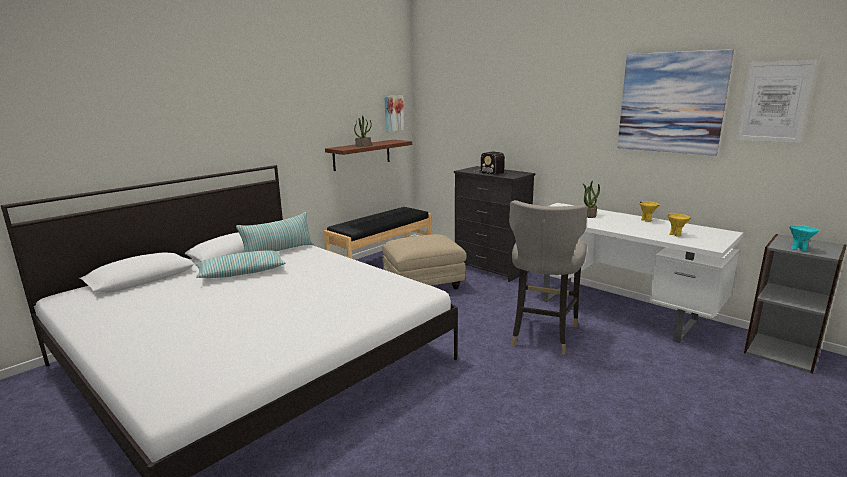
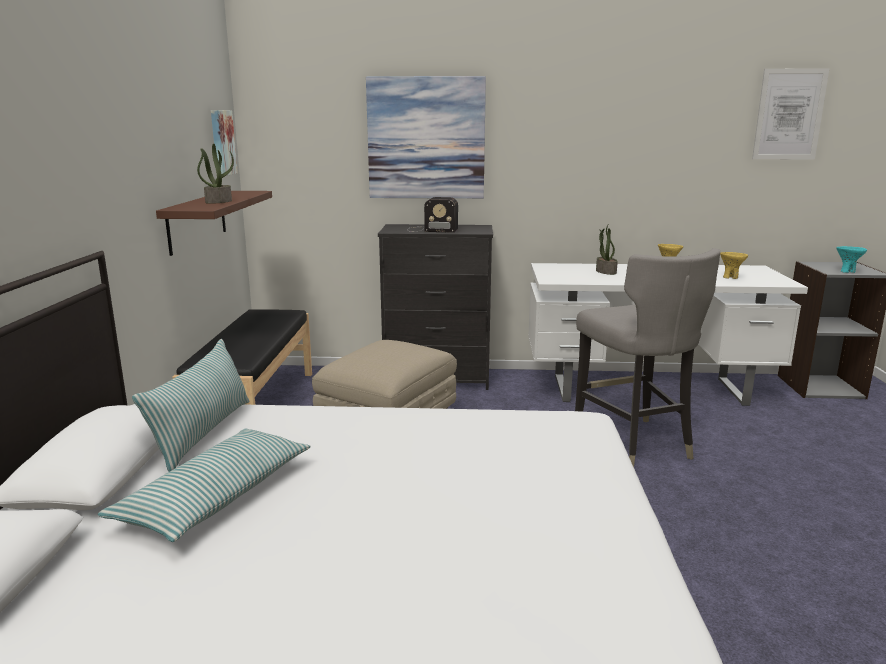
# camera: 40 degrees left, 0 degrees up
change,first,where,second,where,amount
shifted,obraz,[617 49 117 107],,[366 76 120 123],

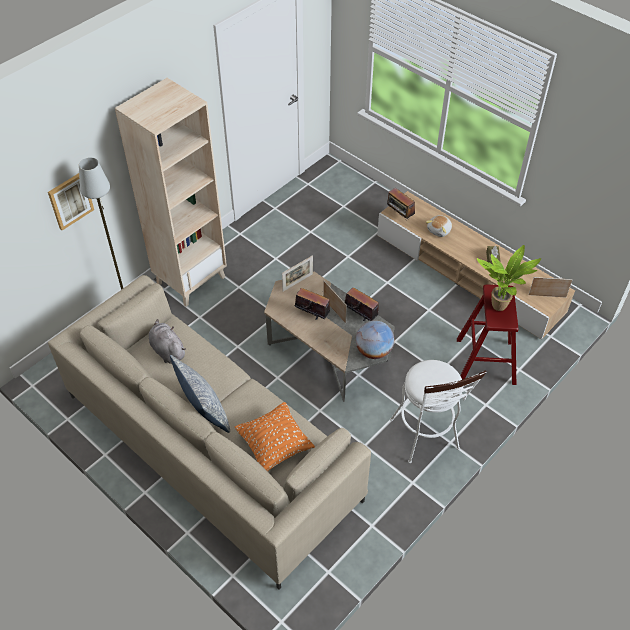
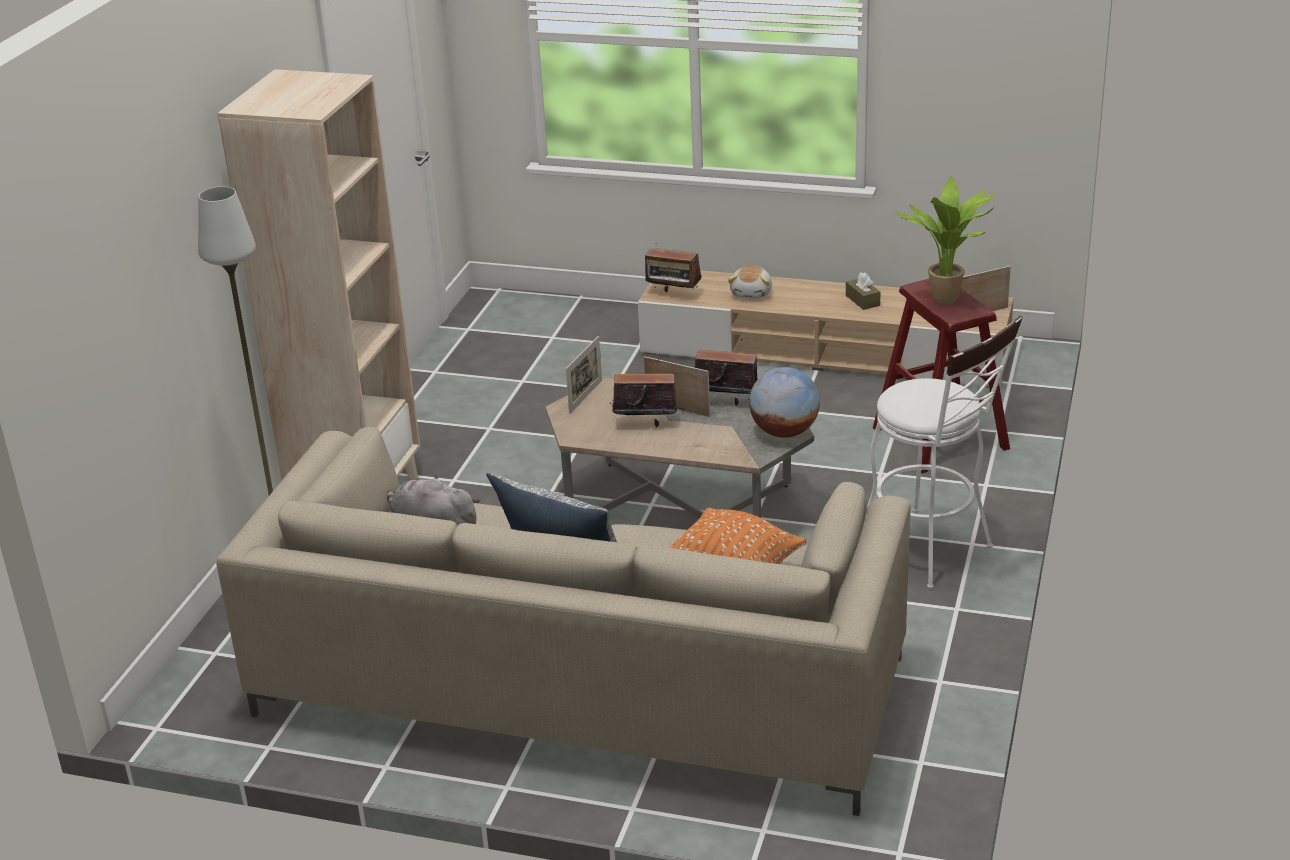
# camera: 25 degrees left, 20 degrees down
change,first,where,second,where,amount
gone,obraz,[48 173 46 57],,,

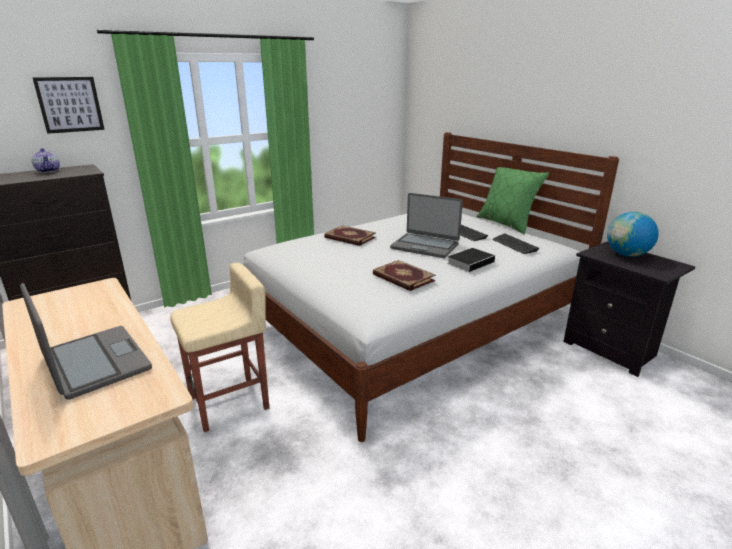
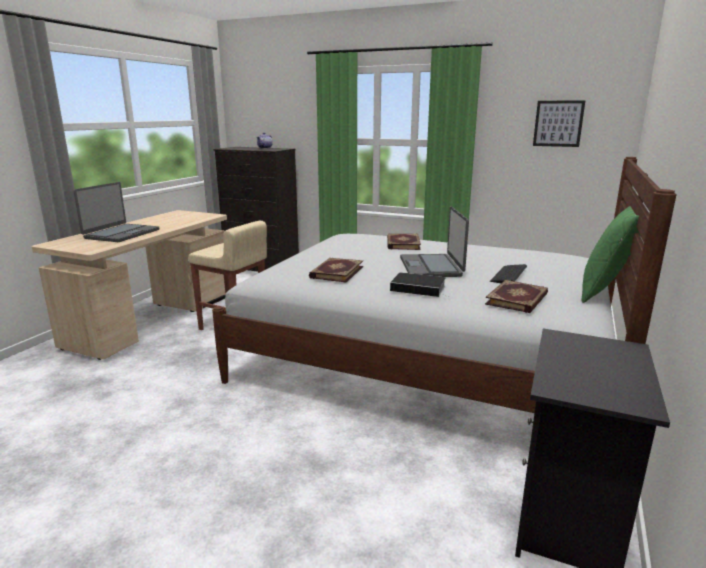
# camera: 60 degrees right, 5 degrees down
change,first,where,second,where,amount
shifted,obraz,[33 77 72 57],,[533 100 53 47],
gone,globus,[607 212 52 45],,,
swapped,klawiatura,[492 233 47 21],książka,[485 280 63 33],

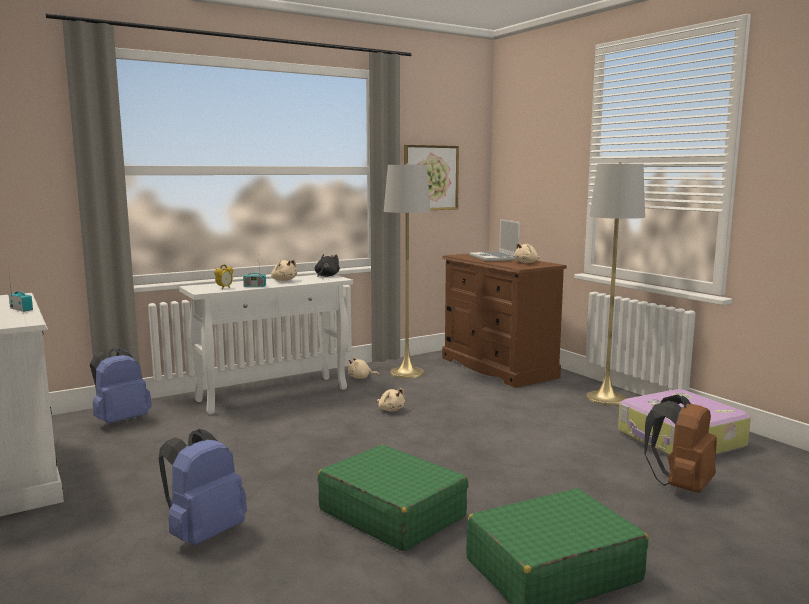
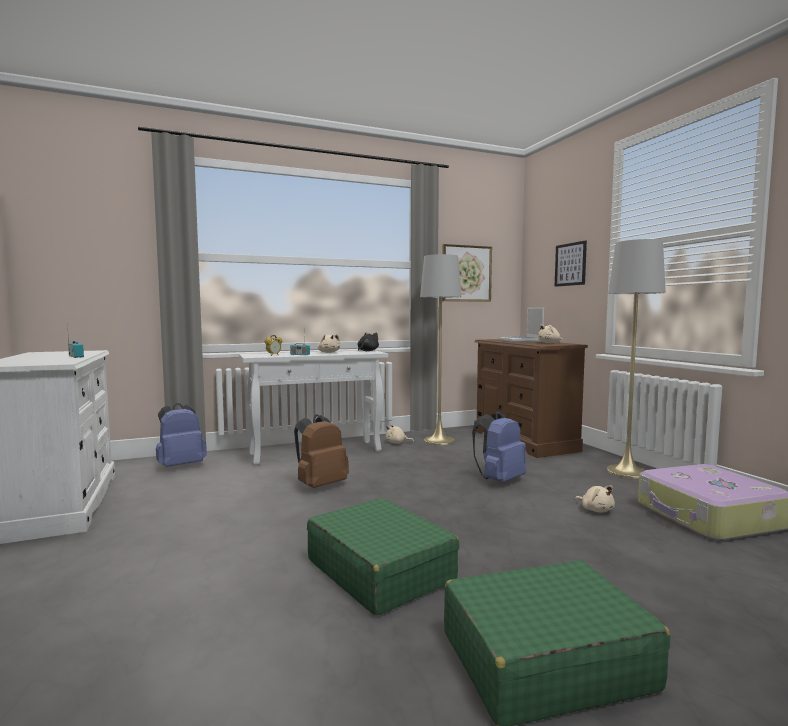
# camera: 10 degrees right, 5 degrees down
change,first,where,second,where,amount
shifted,pluszak/beżowy,[377 388 28 23],,[575 486 40 26],
shifted,plecak/brązowy,[644 395 73 98],,[294 414 55 74],
shifted,plecak/niebieski,[159 429 88 117],,[472 411 54 71],
new,,,obraz,[555 240 32 47],

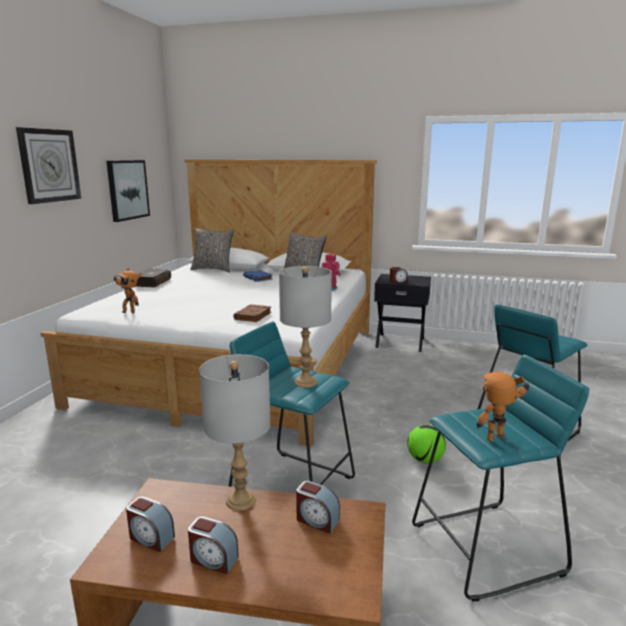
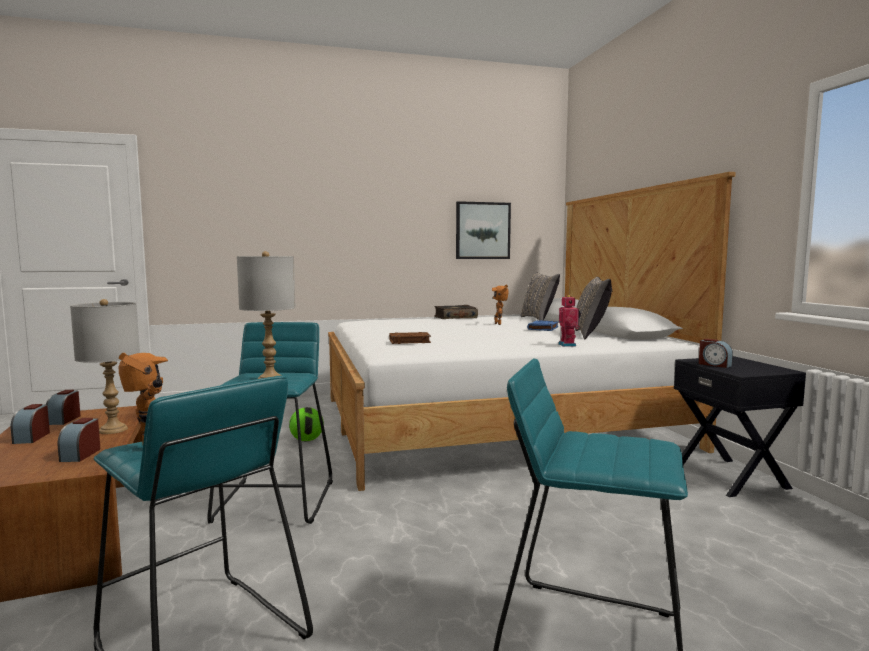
# camera: 60 degrees right, 10 degrees down
change,first,where,second,where,amount
gone,zegar ścienny,[16 127 65 77],,,
shifted,robot zabawkowy,[113 268 29 45],,[492 285 17 40],
shifted,piłka futbolowa,[407 425 39 39],,[289 407 35 34],

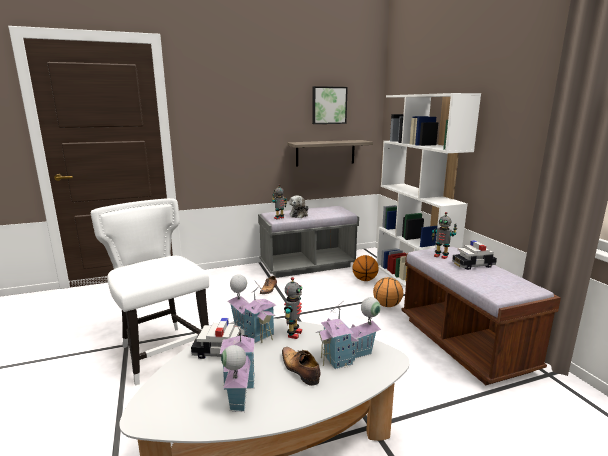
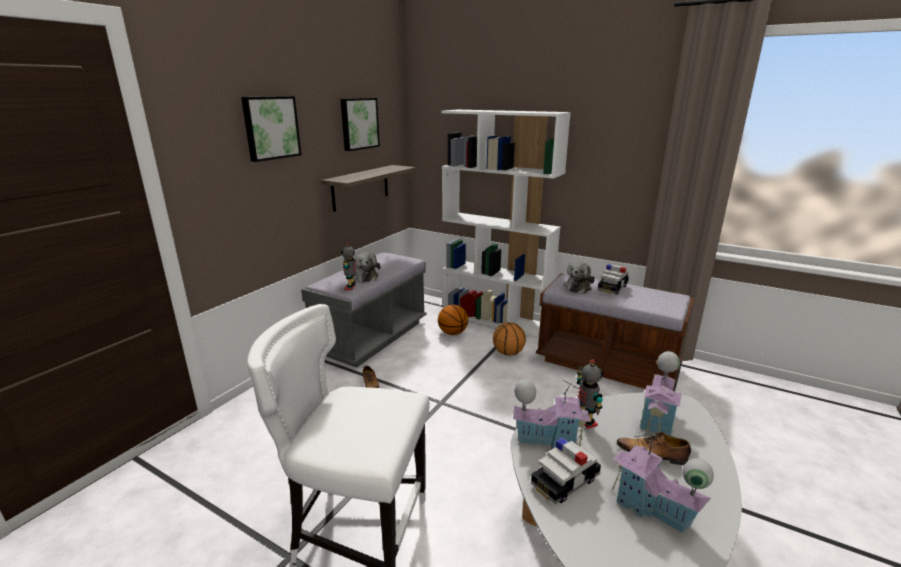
# camera: 40 degrees left, 5 degrees up
change,first,where,second,where,amount
swapped,robot zabawkowy,[431 212 26 47],pluszak,[564 261 31 33],
new,,,obraz,[241 96 60 66],

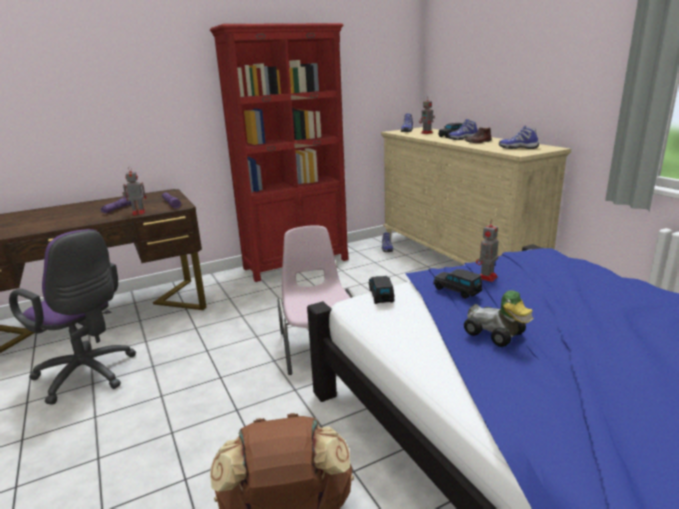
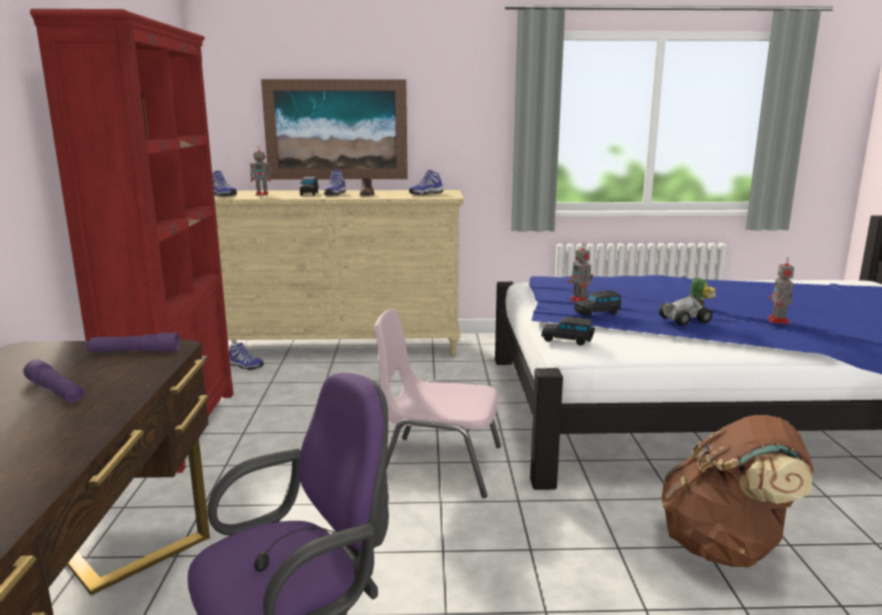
# camera: 65 degrees left, 5 degrees down
change,first,where,second,where,amount
shifted,robot zabawkowy,[122 167 24 48],,[767 258 27 66],
new,,,obraz,[261 79 147 101],

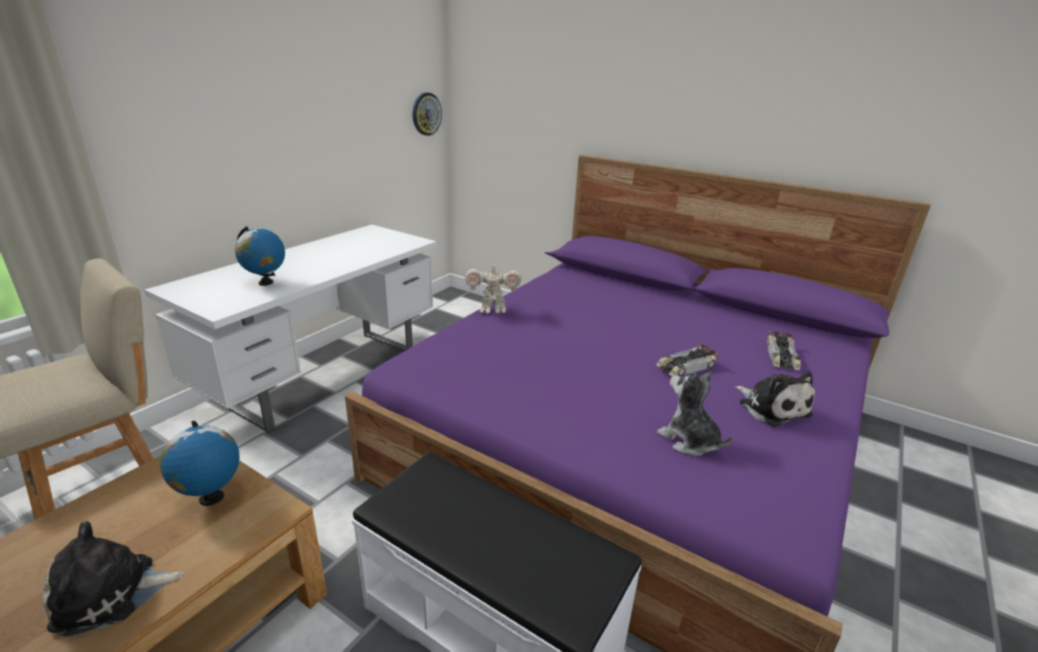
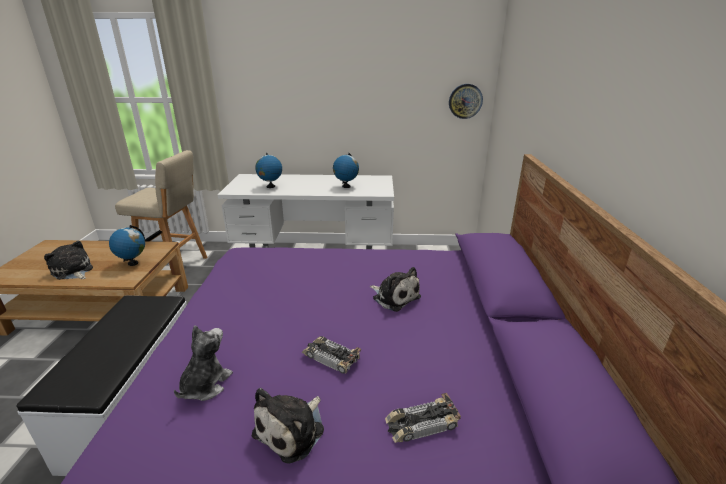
# camera: 60 degrees right, 0 degrees up
change,first,where,second,where,amount
gone,robot zabawkowy,[465 260 57 53],,,
new,,,globus,[333 153 26 35],
new,,,pluszak,[370 267 51 45],

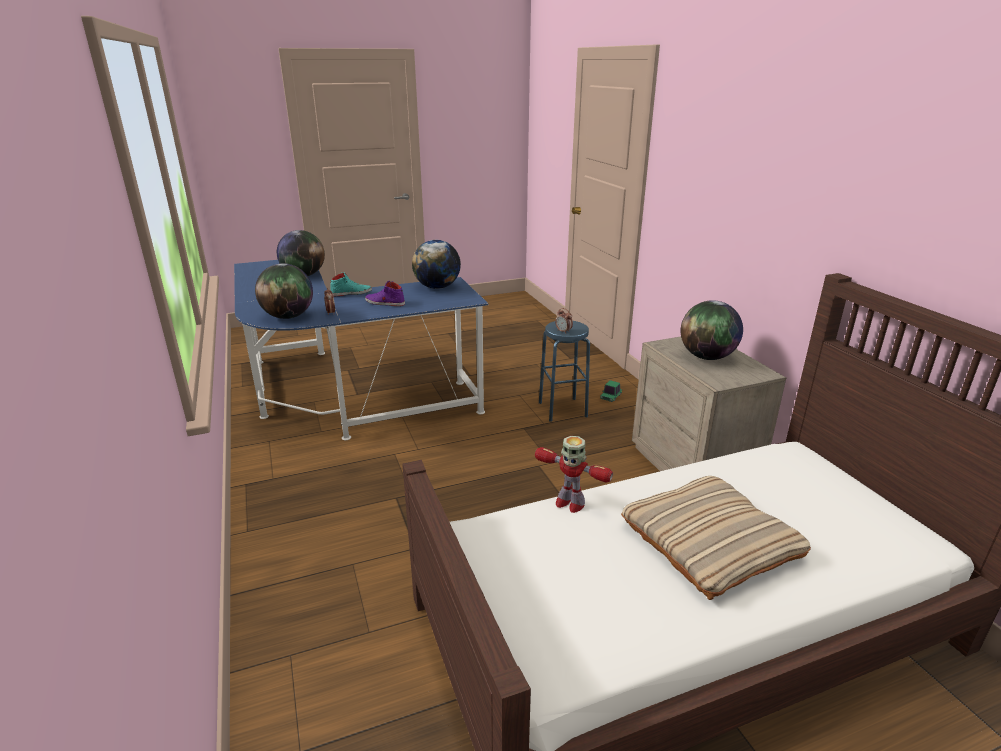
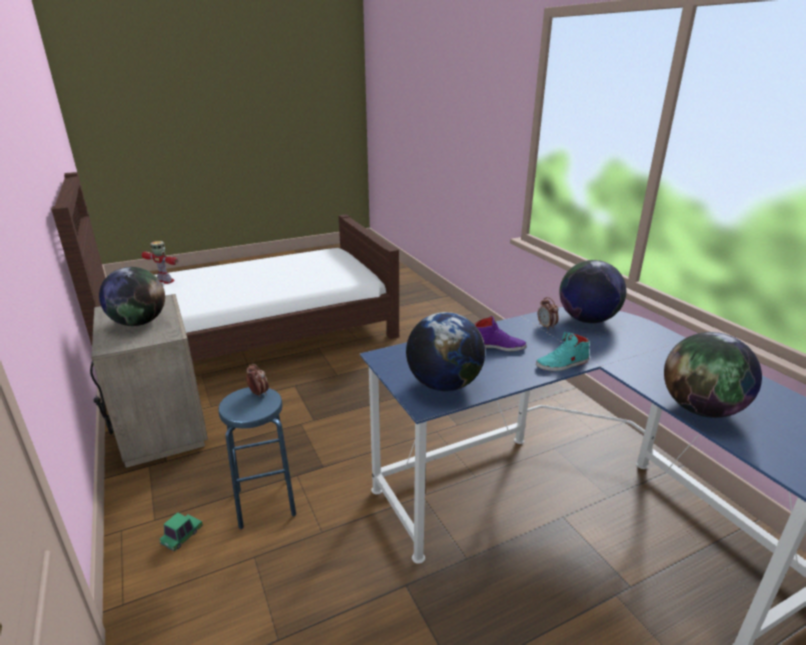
# camera: 175 degrees right, 0 degrees up
change,first,where,second,where,amount
shifted,robot zabawkowy,[535 436 78 77],,[141 241 37 43],
gone,poduszka/beżowy,[621 476 190 124],,,

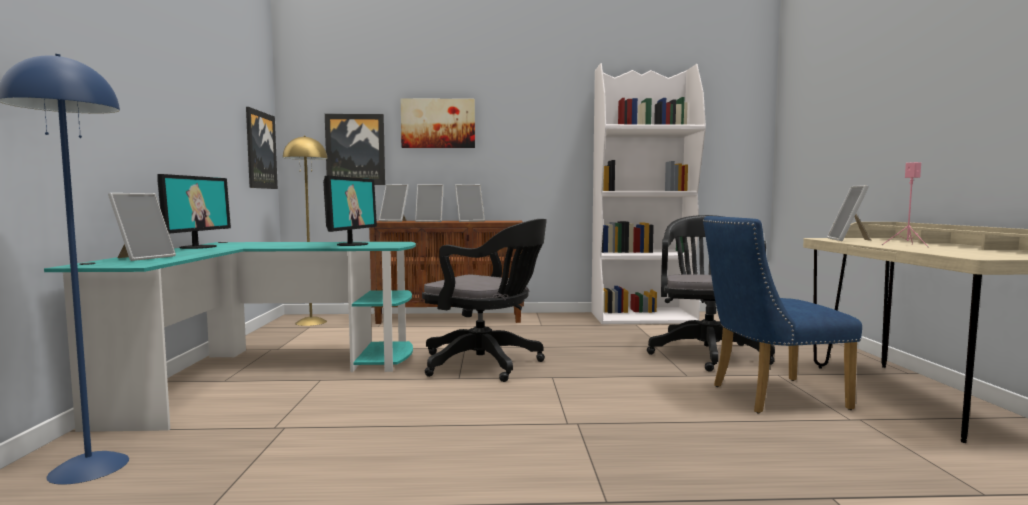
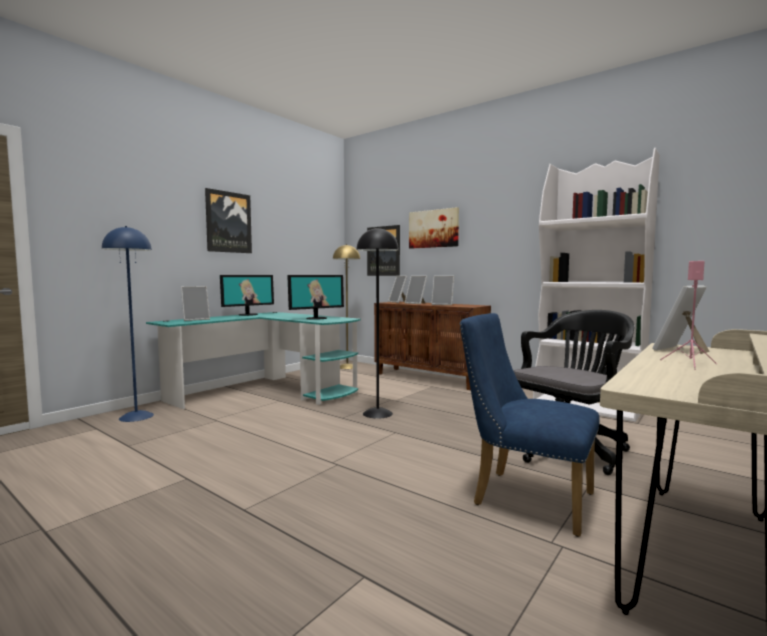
# camera: 40 degrees right, 0 degrees up
change,first,where,second,where,amount
shifted,obraz,[246 107 32 82],,[205 188 47 65],
swapped,krzesło biurowe/czarny,[422 219 125 163],lampa stojąca/czarny,[356 227 43 192],

